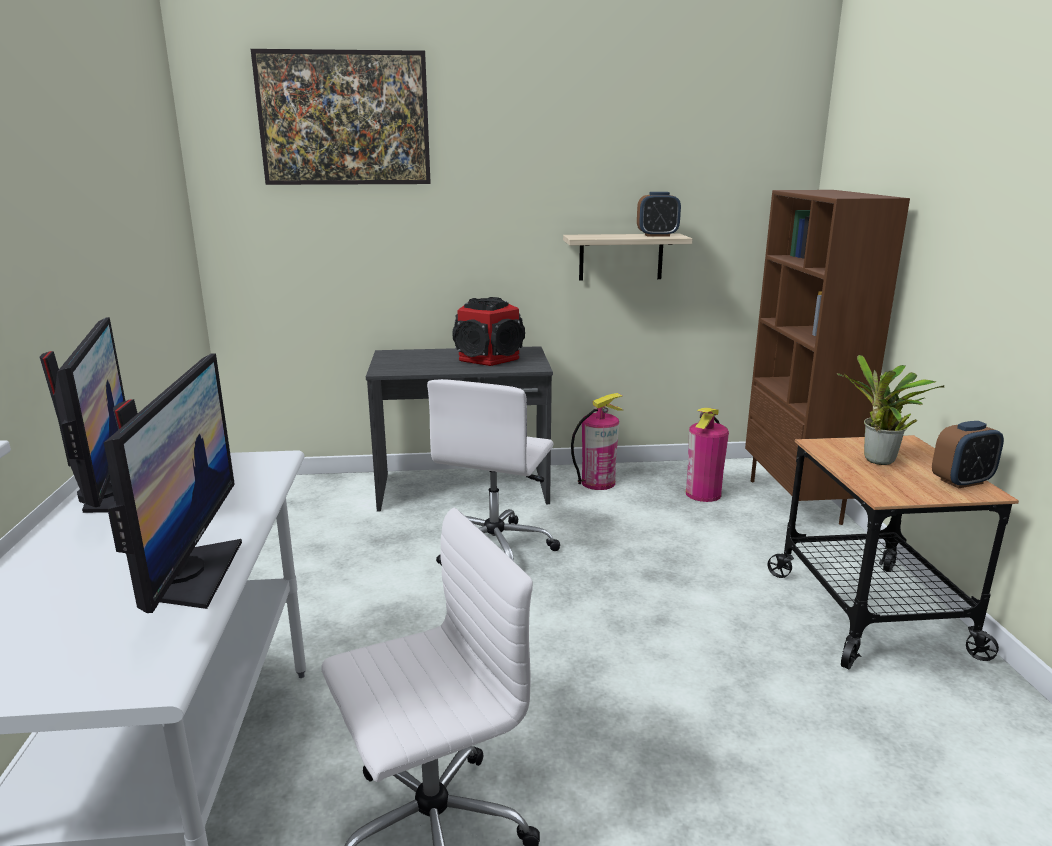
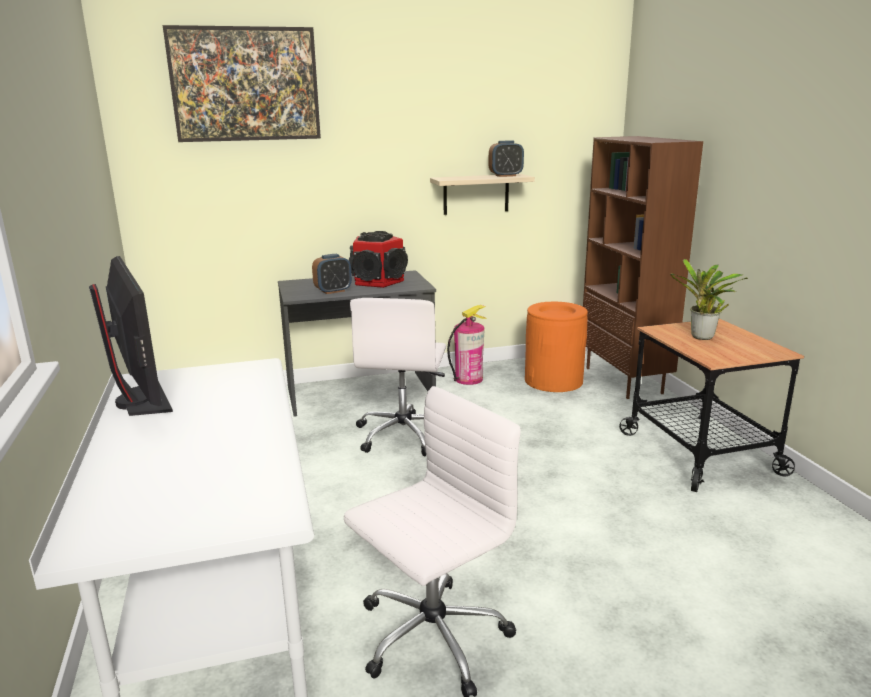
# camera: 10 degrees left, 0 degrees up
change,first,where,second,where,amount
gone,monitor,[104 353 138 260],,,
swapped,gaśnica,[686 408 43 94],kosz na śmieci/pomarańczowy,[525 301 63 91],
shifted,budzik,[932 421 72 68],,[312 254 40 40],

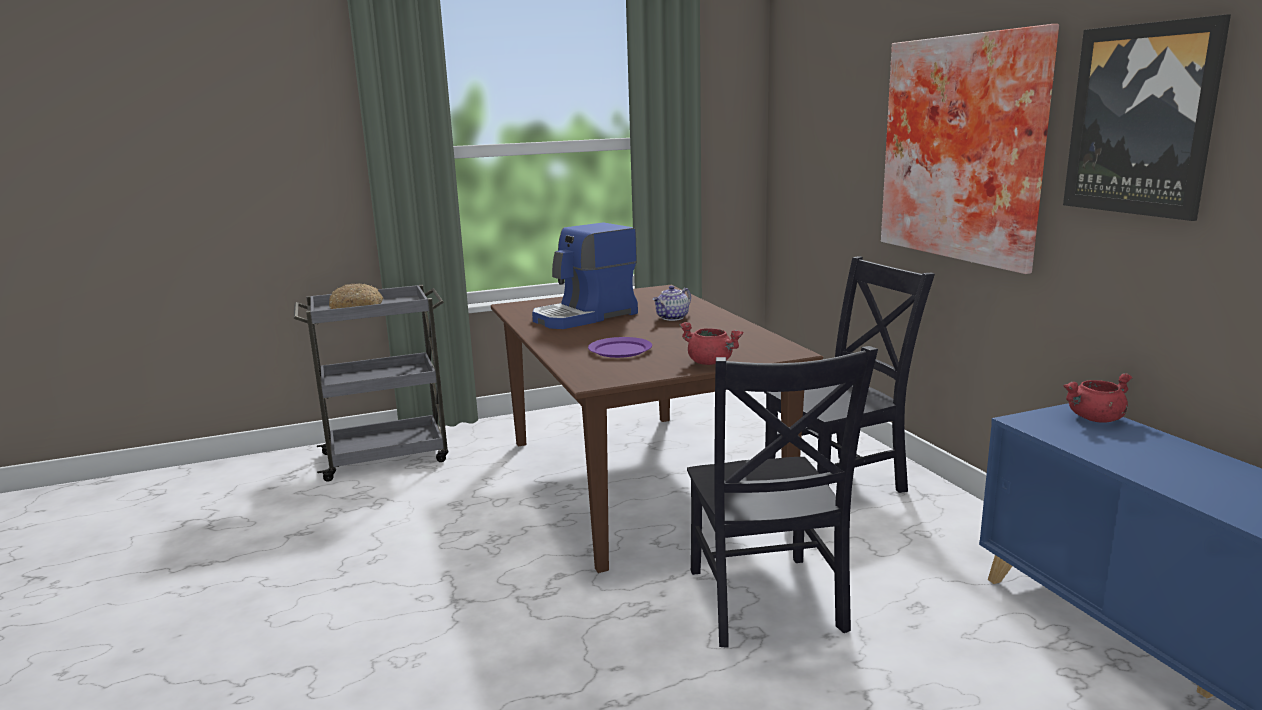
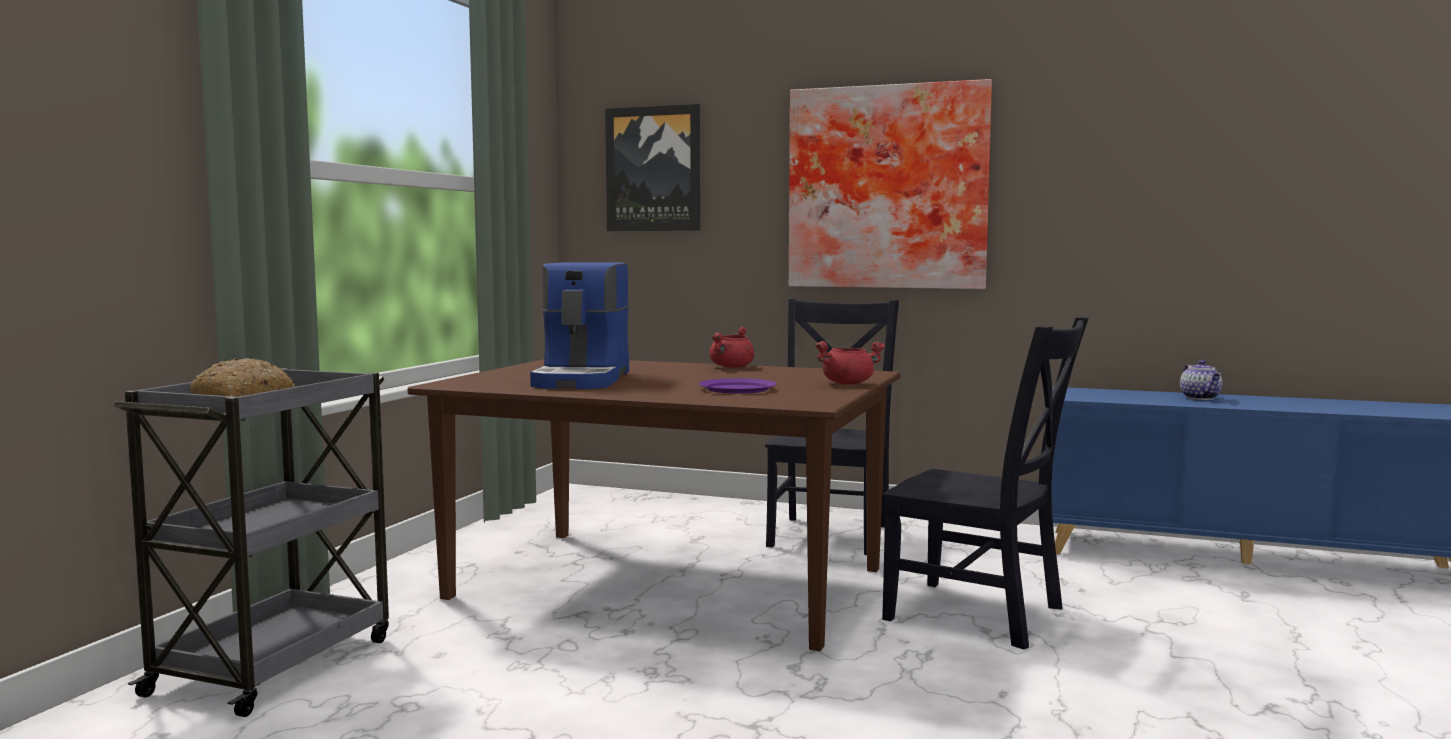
# camera: 50 degrees left, 10 degrees down
change,first,where,second,where,amount
shifted,obraz,[1063 14 168 207],,[605 104 95 127],
shifted,imbryk,[652 286 39 35],,[1180 360 43 40],
shifted,garnek/czerwony,[1063 373 70 50],,[709 327 45 41],

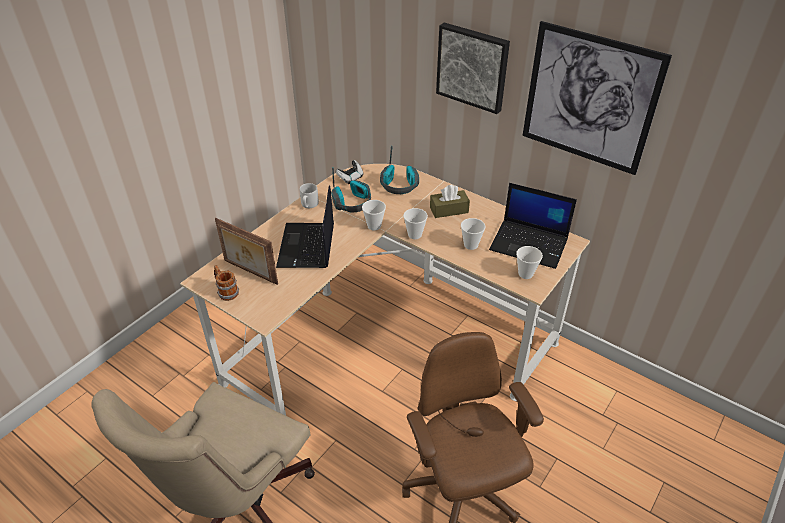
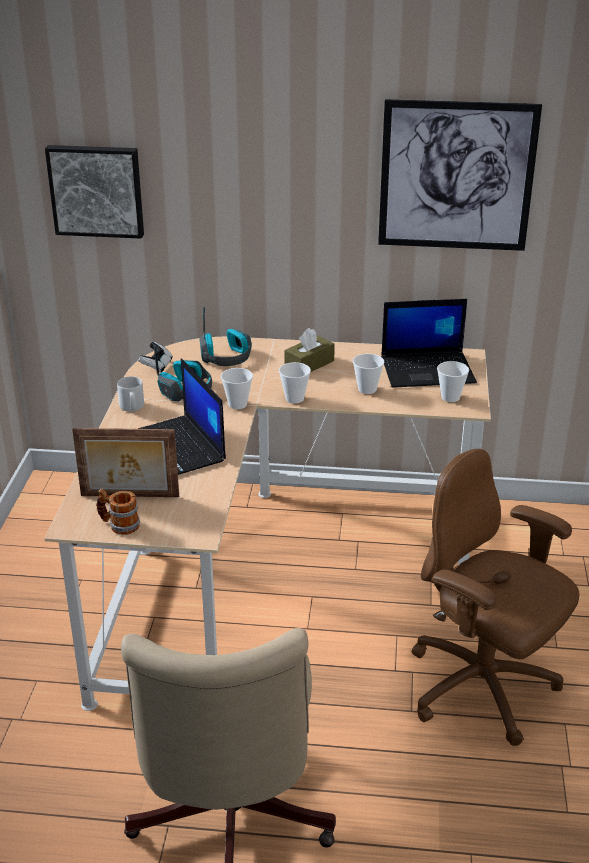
# camera: 30 degrees left, 10 degrees down
change,first,where,second,where,amount
shifted,obraz,[436 22 74 92],,[45 145 99 94],

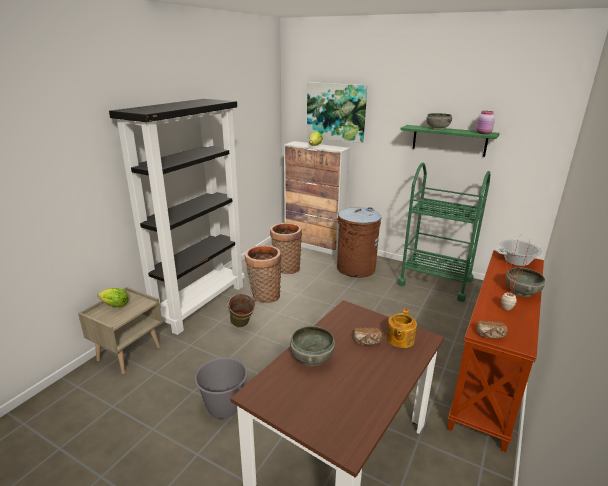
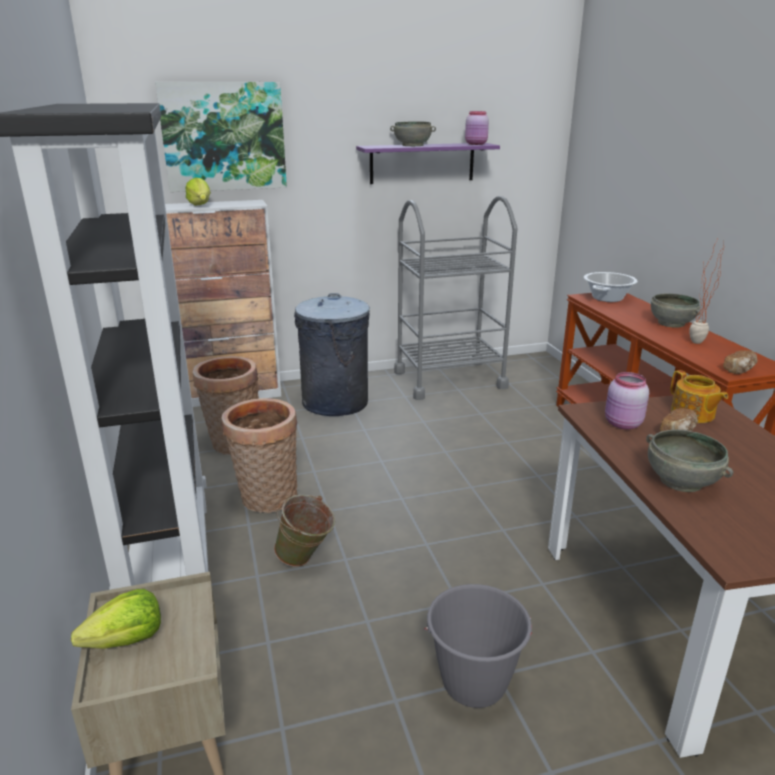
# camera: 45 degrees left, 0 degrees up
change,first,where,second,where,amount
repainted,półka/zielony,[400 125 100 32],półka/fioletowy,[356 143 144 41],
repainted,wózek/zielony,[398 163 92 139],wózek/szary,[394 196 123 204],
repainted,kosz na śmieci/brązowy,[337 207 44 71],kosz na śmieci/szary,[294 293 76 123],
new,,,słoik/różowy,[605 372 44 57],

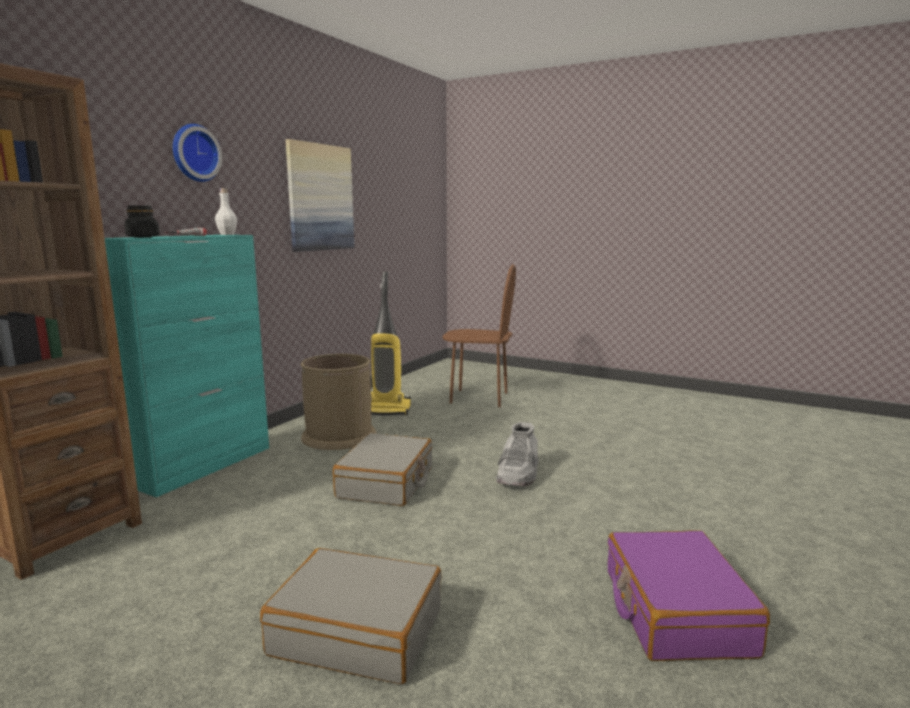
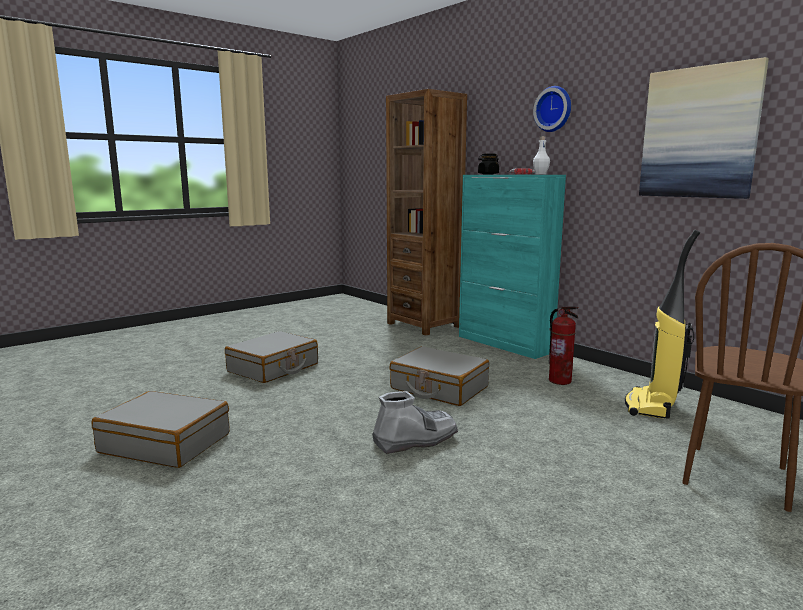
# camera: 110 degrees right, 0 degrees up
change,first,where,second,where,amount
swapped,kosz na śmieci/brązowy,[301 354 76 96],gaśnica,[549 306 30 79],
rotated,but z cholewką/szary,[496 422 43 64],,[372 391 86 63],120 degrees clockwise
repainted,walizka/fioletowy,[608 530 162 131],walizka/szary,[92 391 137 77],

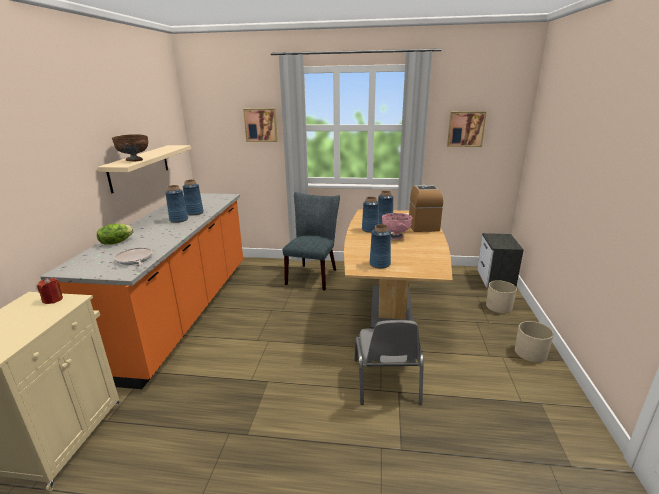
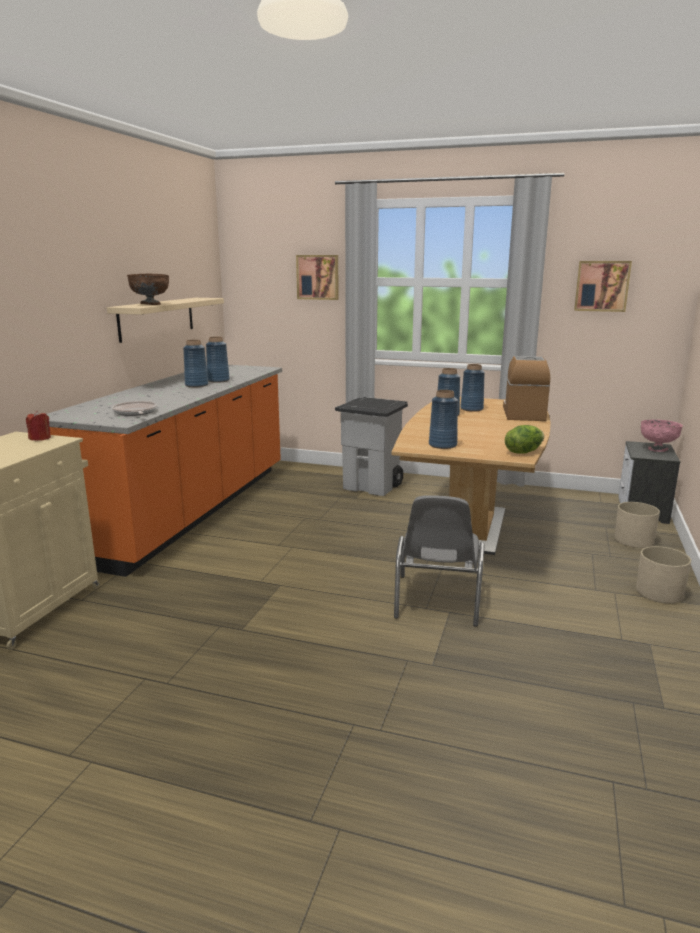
# camera: 10 degrees right, 5 degrees down
change,first,where,second,where,amount
swapped,krzesło/szary,[283 192 57 98],kosz na śmieci/szary,[335 397 73 99],
shifted,miska/różowy,[382 213 30 27],,[641 419 42 33],
shifted,sałata,[97 224 37 21],,[505 425 39 29],

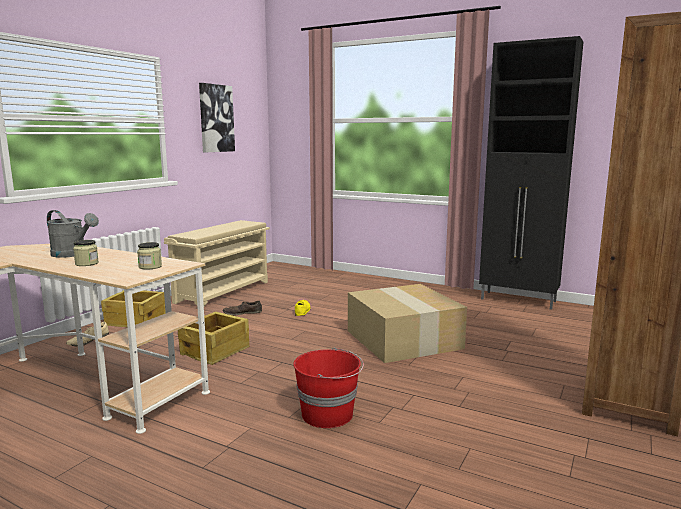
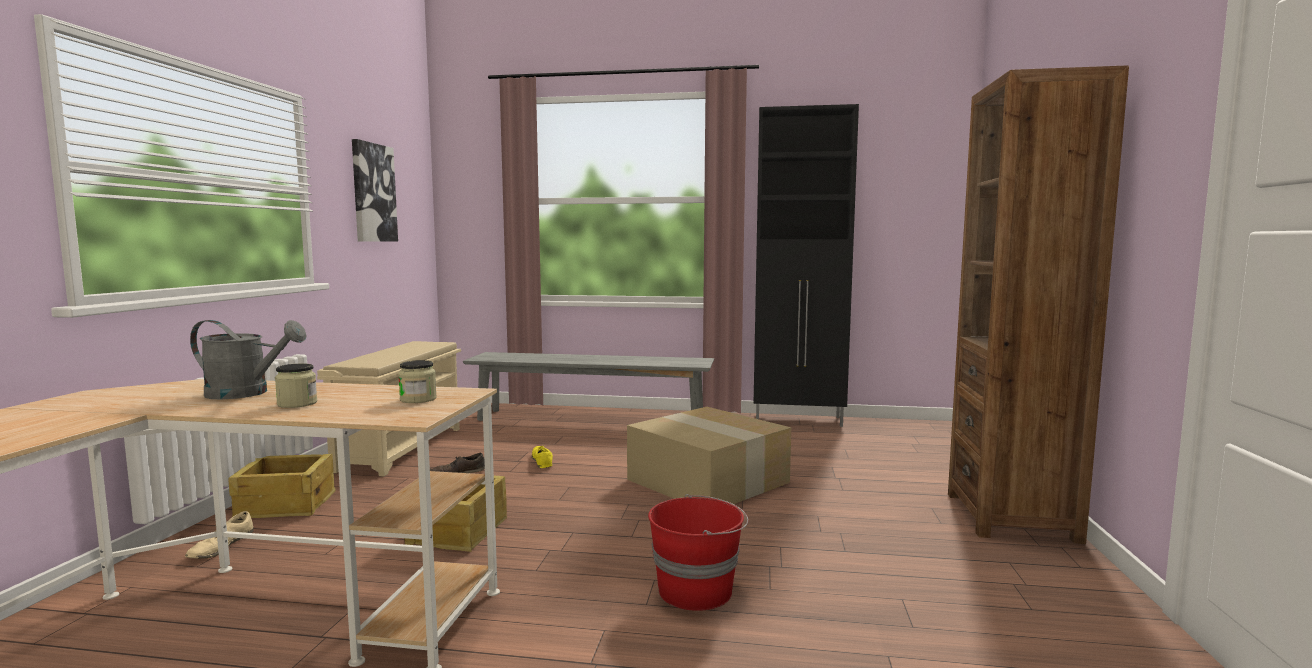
# camera: 20 degrees left, 5 degrees down
change,first,where,second,where,amount
new,,,ławka/szary,[463 352 251 69],

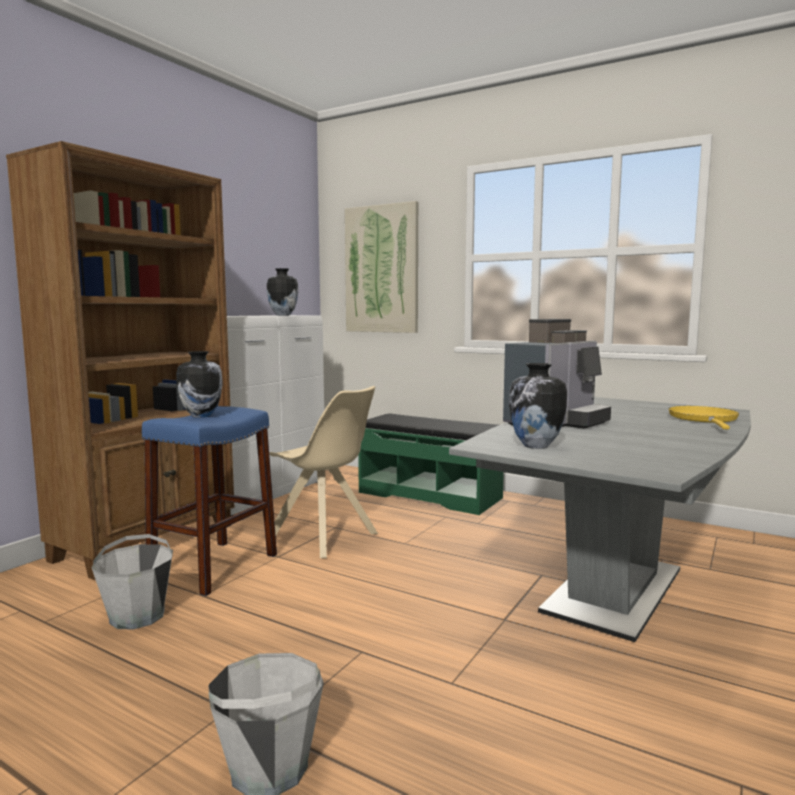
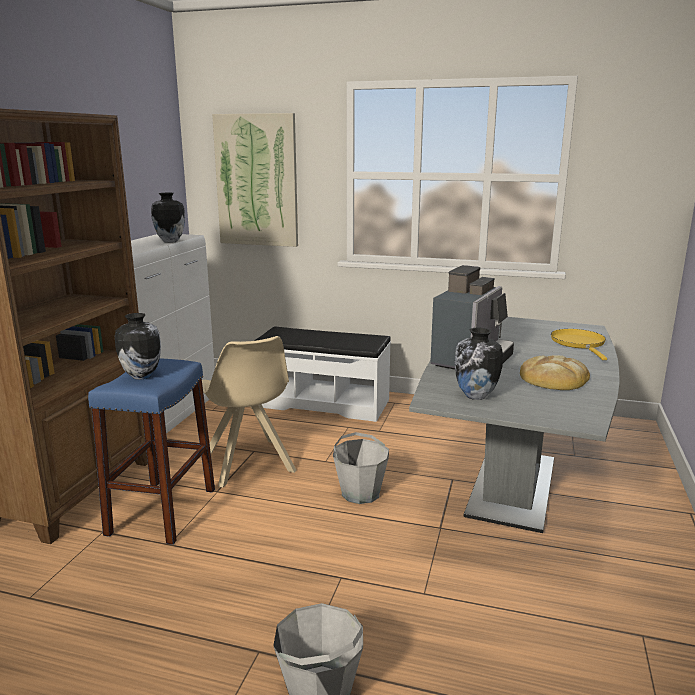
# camera: 15 degrees left, 10 degrees up
change,first,where,second,where,amount
rotated,krzesło/beżowy,[269 386 109 172],,[202 336 94 152],45 degrees clockwise
repainted,ławka/zielony,[358 413 146 102],ławka/biały,[254 326 137 96],
shifted,wiadro/szary,[91 534 82 95],,[333 432 56 72],
new,,,chleb,[520 355 70 35],

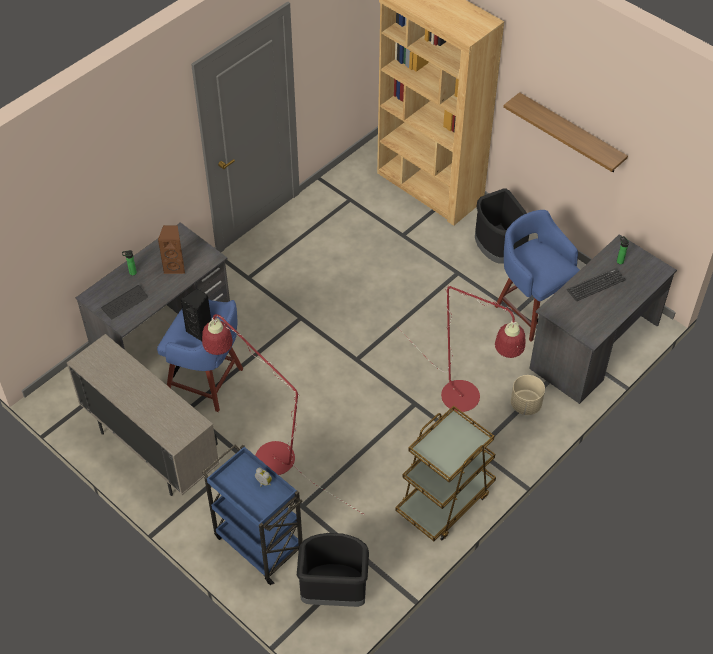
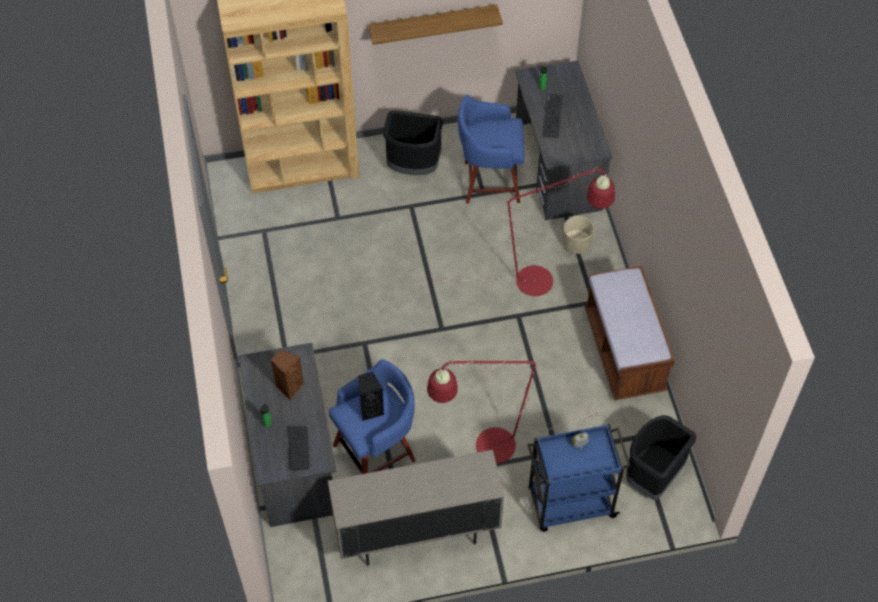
# camera: 55 degrees left, 5 degrees up
change,first,where,second,where,amount
swapped,wózek/brązowy,[395 406 101 135],ławka/brązowy,[585 266 90 135],

